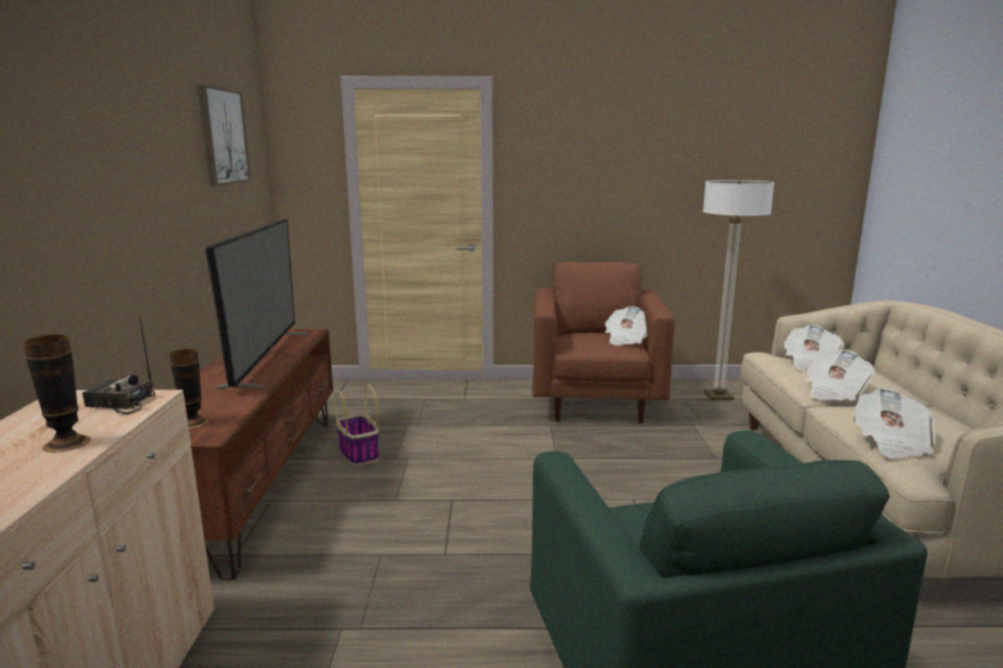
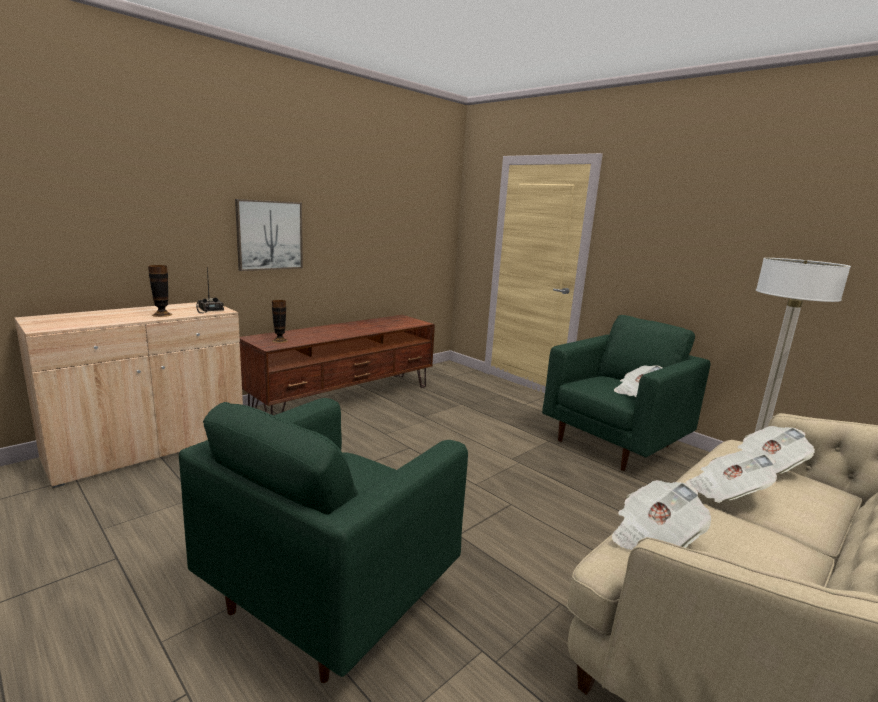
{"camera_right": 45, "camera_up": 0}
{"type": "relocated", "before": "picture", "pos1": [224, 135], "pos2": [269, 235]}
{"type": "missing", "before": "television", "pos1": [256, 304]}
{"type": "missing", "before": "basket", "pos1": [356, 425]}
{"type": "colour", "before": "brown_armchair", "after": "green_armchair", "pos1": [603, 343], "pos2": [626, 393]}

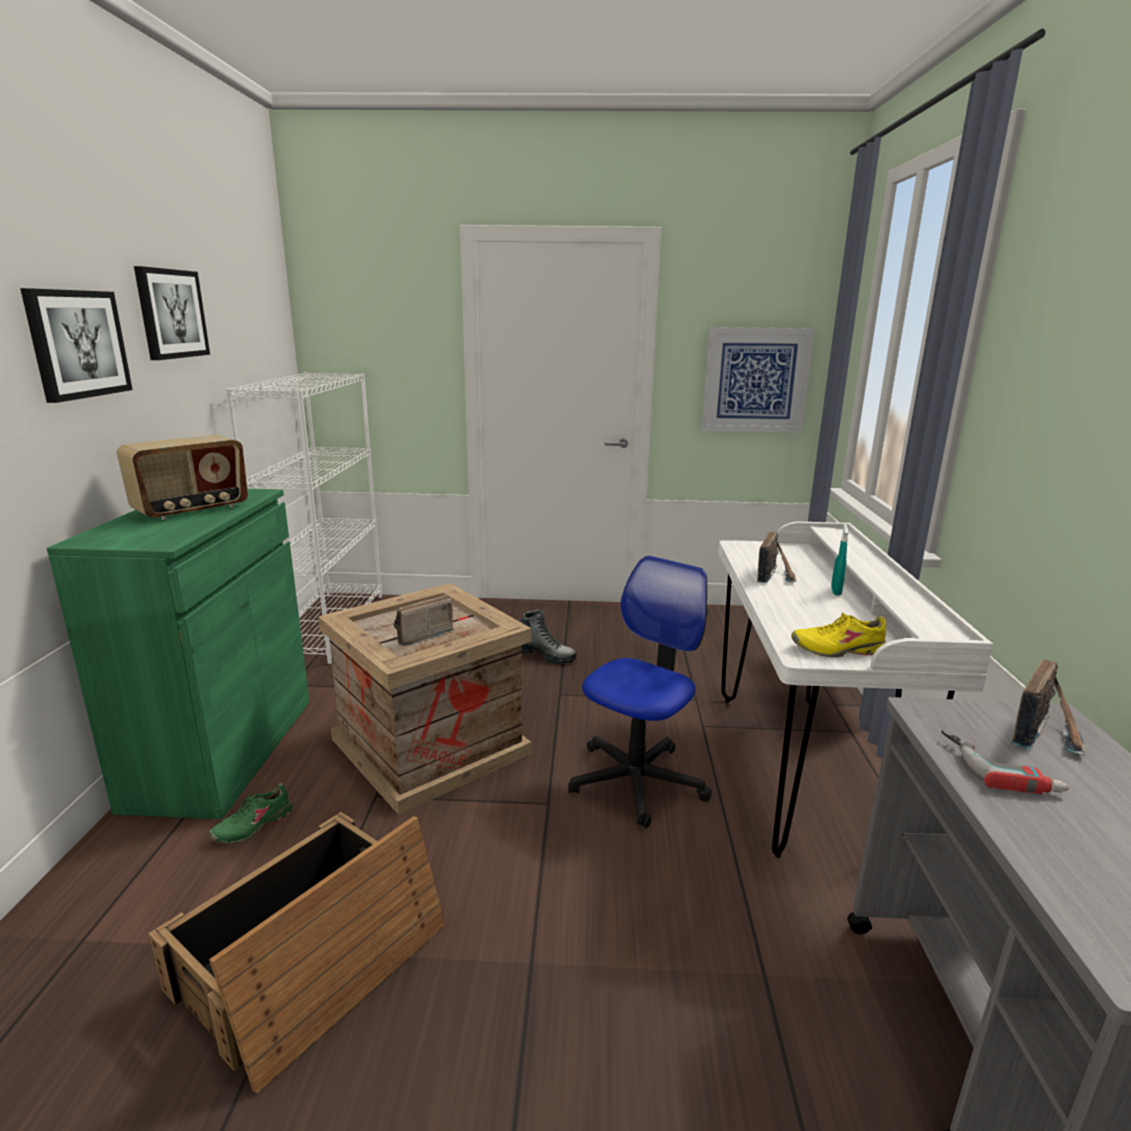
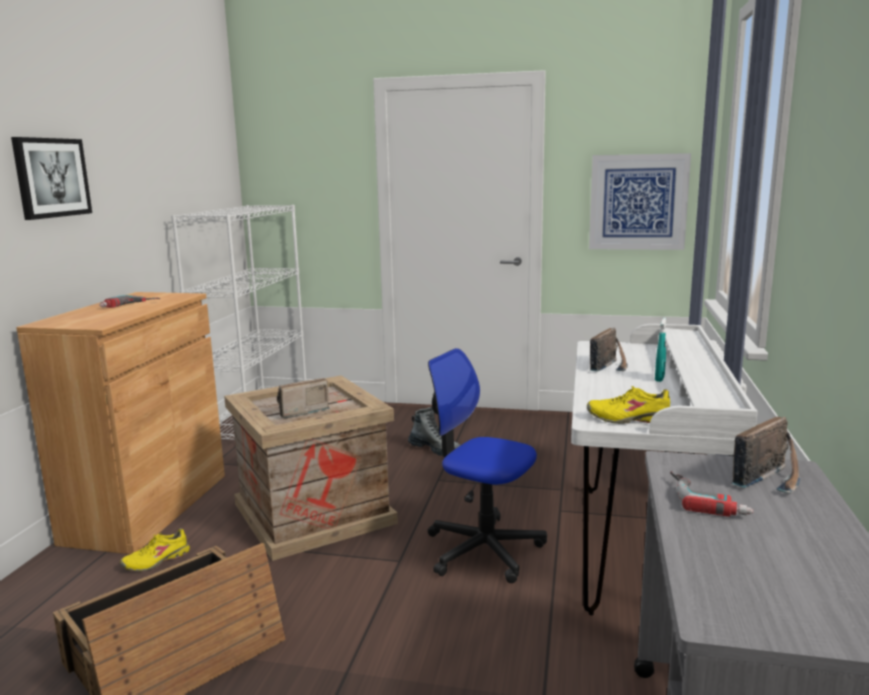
{"camera_right": 10, "camera_up": -5}
{"type": "colour", "before": "green_cabinet", "after": "brown_cabinet", "pos1": [178, 654], "pos2": [120, 423]}
{"type": "exchanged", "before": "radio", "after": "power_drill", "pos1": [182, 477], "pos2": [129, 301]}
{"type": "missing", "before": "picture", "pos1": [172, 313]}
{"type": "colour", "before": "green_shoe", "after": "yellow_shoe", "pos1": [251, 813], "pos2": [155, 549]}
{"type": "spun", "before": "office_chair", "pos1": [640, 692], "pos2": [487, 465], "turn": -105}

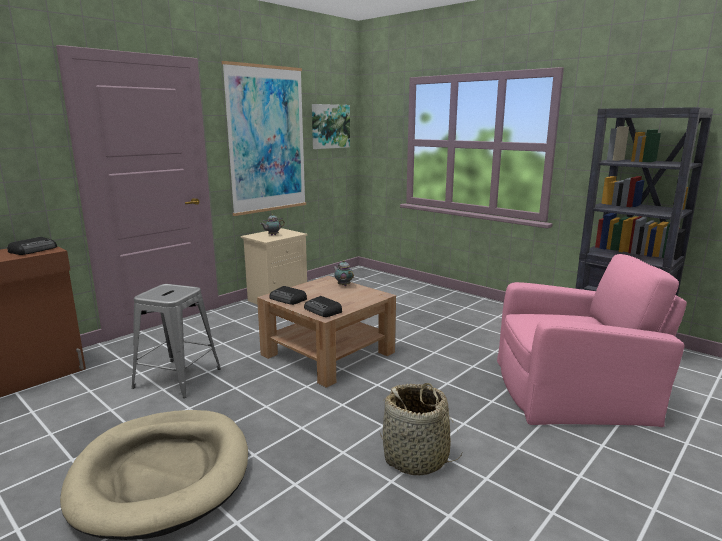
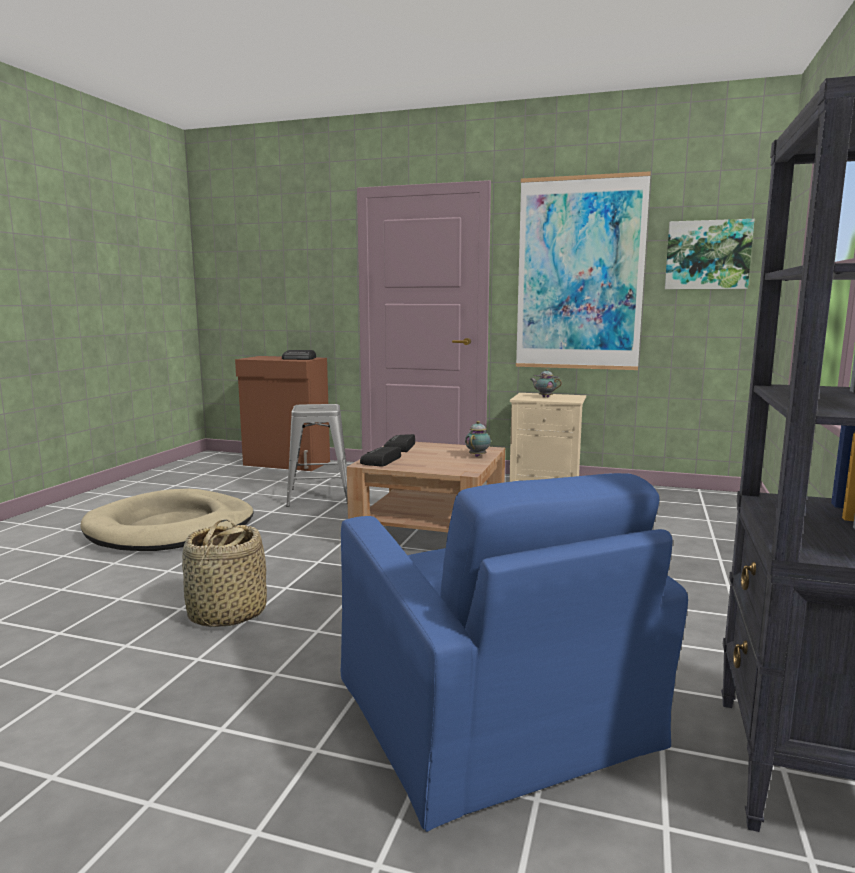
{"camera_right": 65, "camera_up": -5}
{"type": "colour", "before": "pink_armchair", "after": "blue_armchair", "pos1": [592, 340], "pos2": [514, 652]}

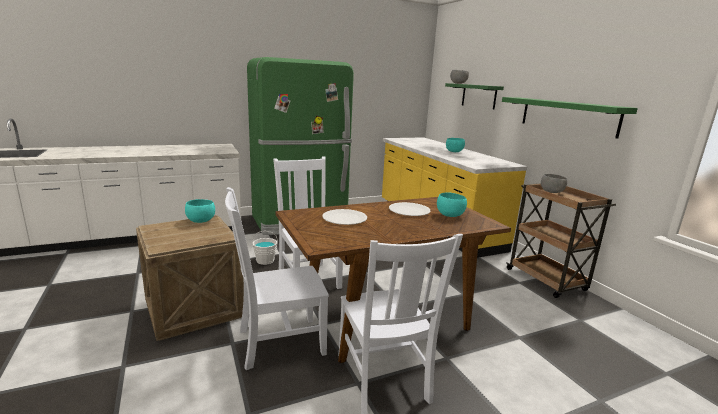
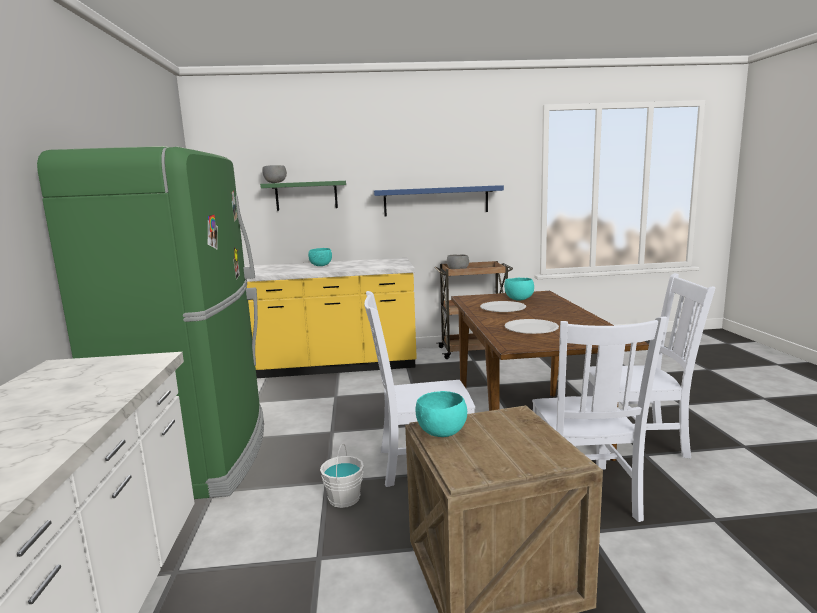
{"camera_right": -70, "camera_up": -5}
{"type": "colour", "before": "green_shelf", "after": "blue_shelf", "pos1": [570, 118], "pos2": [439, 200]}

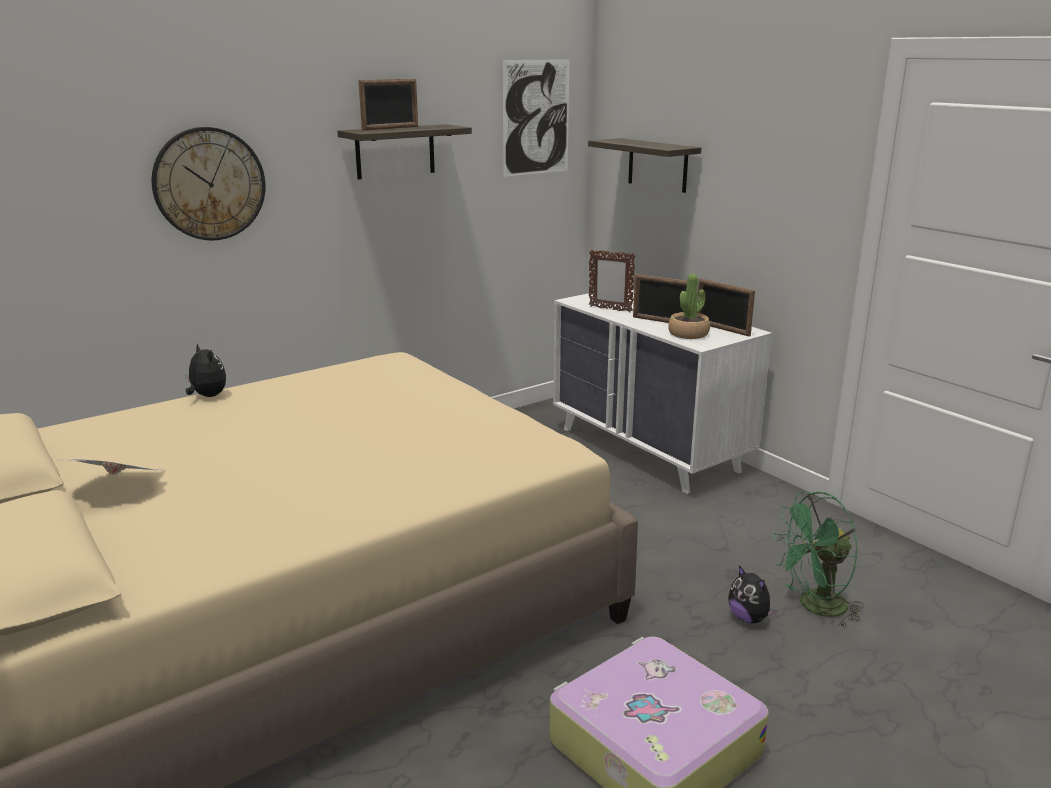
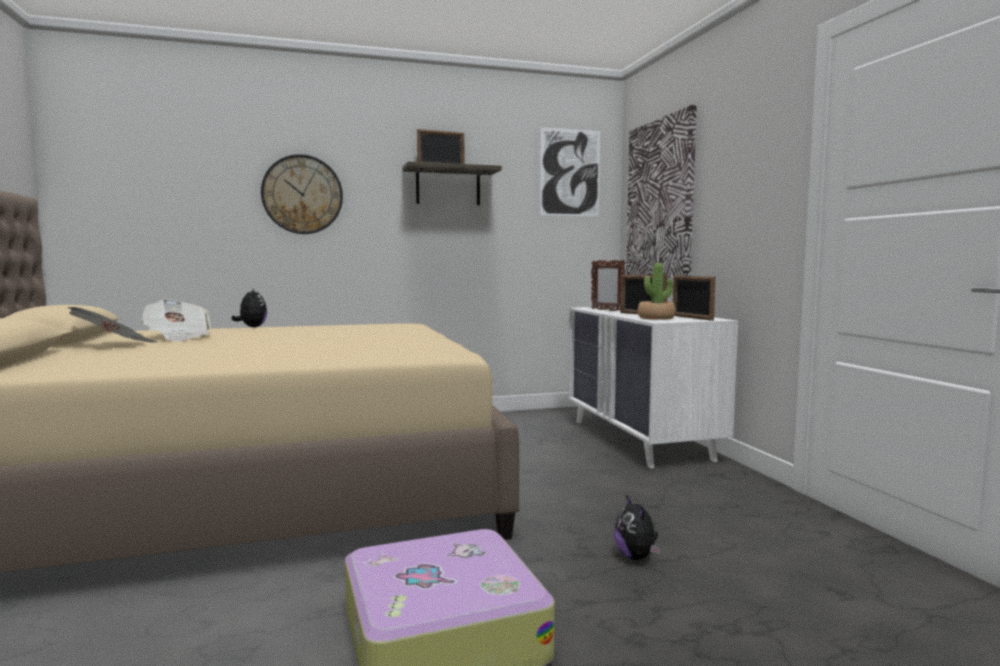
{"camera_right": 20, "camera_up": -15}
{"type": "exchanged", "before": "shelf", "after": "picture", "pos1": [644, 165], "pos2": [661, 191]}
{"type": "missing", "before": "green_fan", "pos1": [818, 560]}
{"type": "appeared", "after": "newspaper", "pos2": [176, 320]}

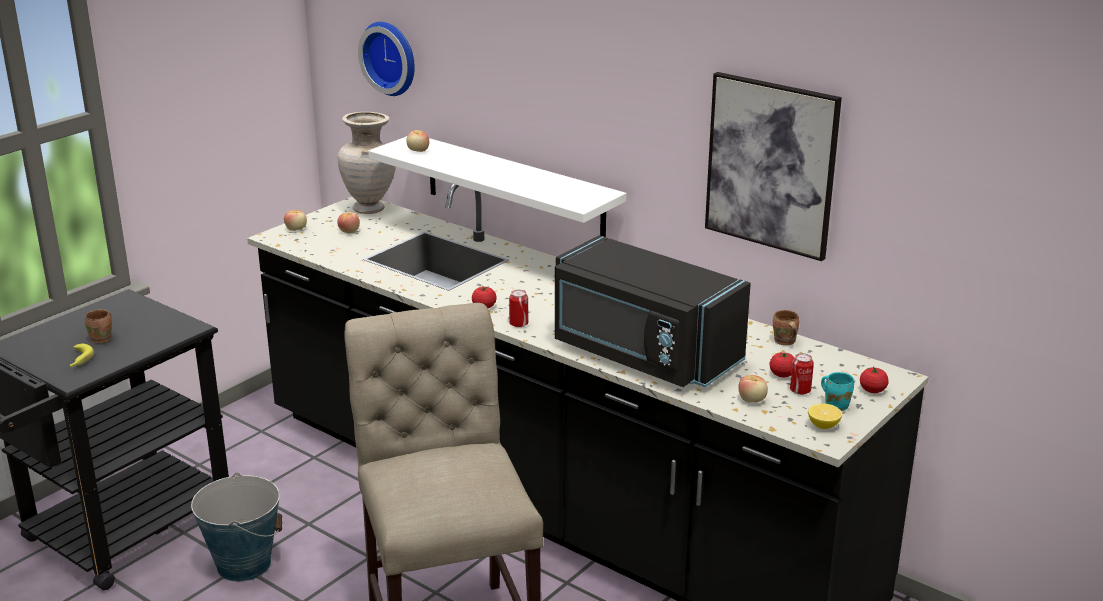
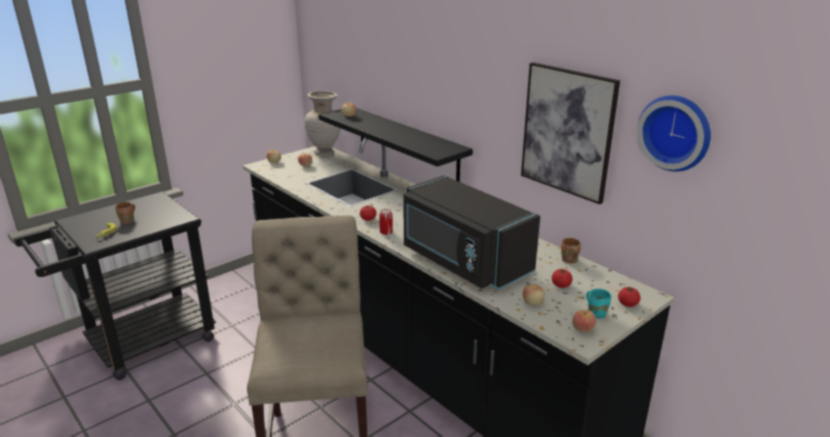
{"camera_right": 10, "camera_up": 0}
{"type": "missing", "before": "bucket", "pos1": [236, 527]}
{"type": "relocated", "before": "wall_clock", "pos1": [386, 59], "pos2": [674, 133]}
{"type": "colour", "before": "white_shelf", "after": "black_shelf", "pos1": [497, 186], "pos2": [396, 145]}
{"type": "missing", "before": "can", "pos1": [802, 374]}
{"type": "exchanged", "before": "lemon", "after": "apple", "pos1": [825, 416], "pos2": [584, 321]}

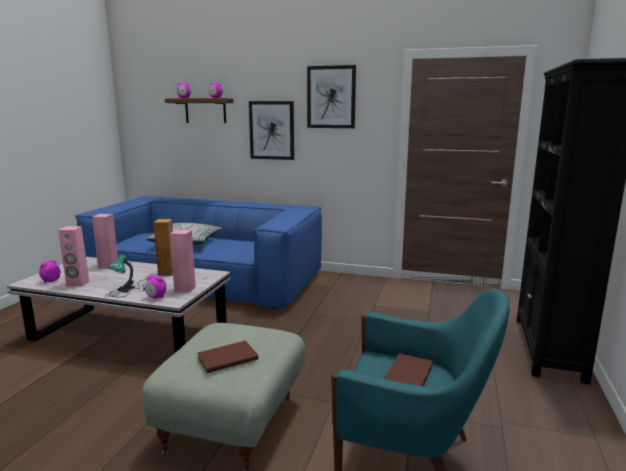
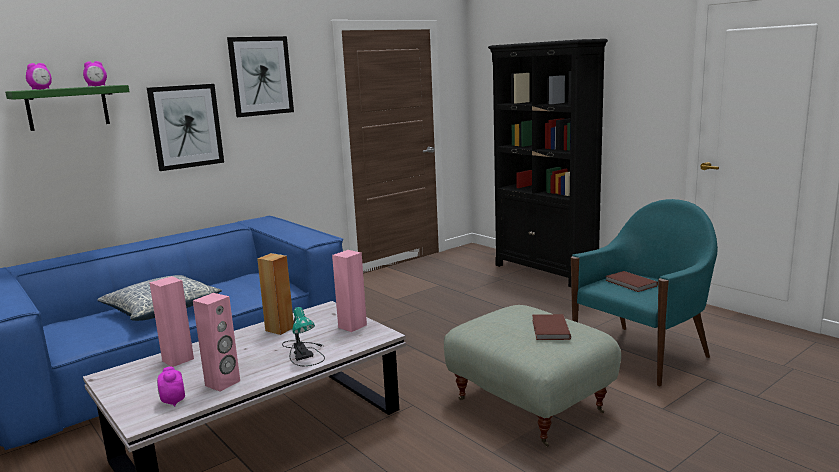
{"camera_right": -55, "camera_up": 0}
{"type": "missing", "before": "alarm_clock", "pos1": [156, 287]}
{"type": "colour", "before": "brown_shelf", "after": "green_shelf", "pos1": [199, 110], "pos2": [67, 108]}

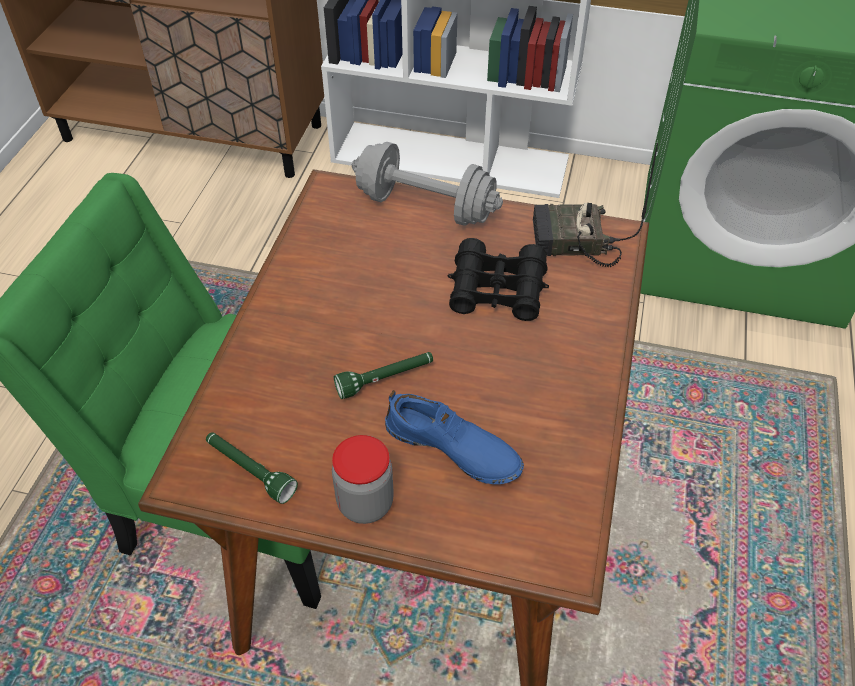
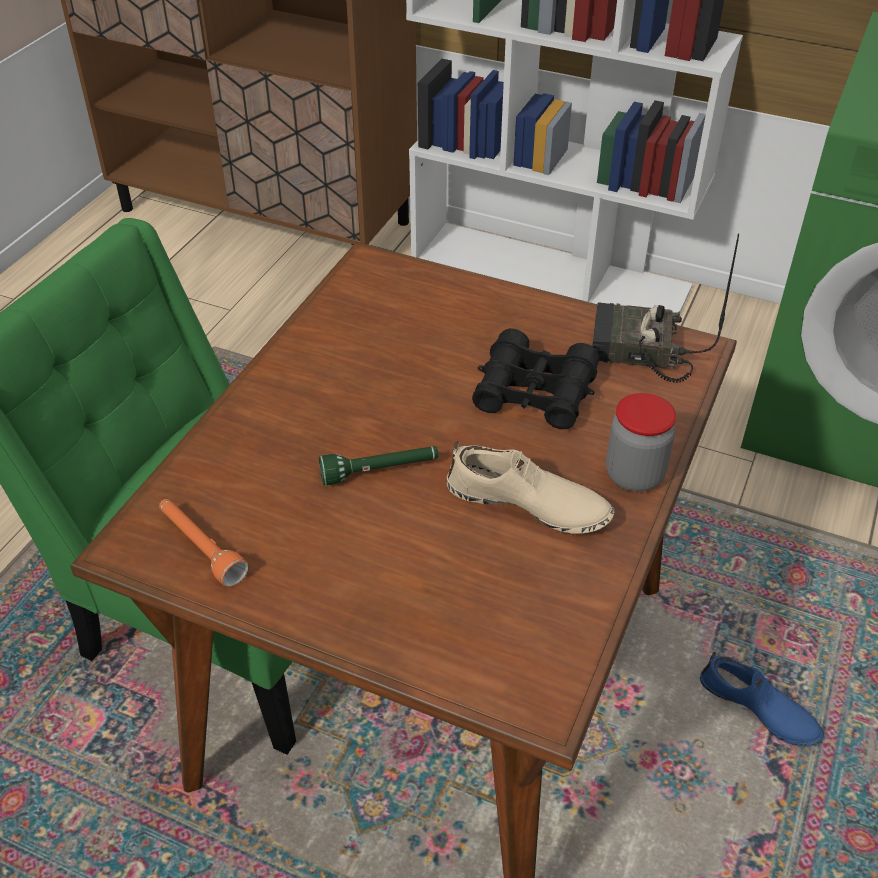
{"camera_right": 10, "camera_up": -5}
{"type": "colour", "before": "green_flashlight", "after": "orange_flashlight", "pos1": [252, 468], "pos2": [204, 543]}
{"type": "relocated", "before": "jar", "pos1": [363, 479], "pos2": [641, 442]}
{"type": "missing", "before": "grey_dumbbell", "pos1": [427, 184]}
{"type": "relocated", "before": "blue_shoe", "pos1": [454, 437], "pos2": [762, 699]}
{"type": "appeared", "after": "beige_shoe", "pos2": [530, 487]}

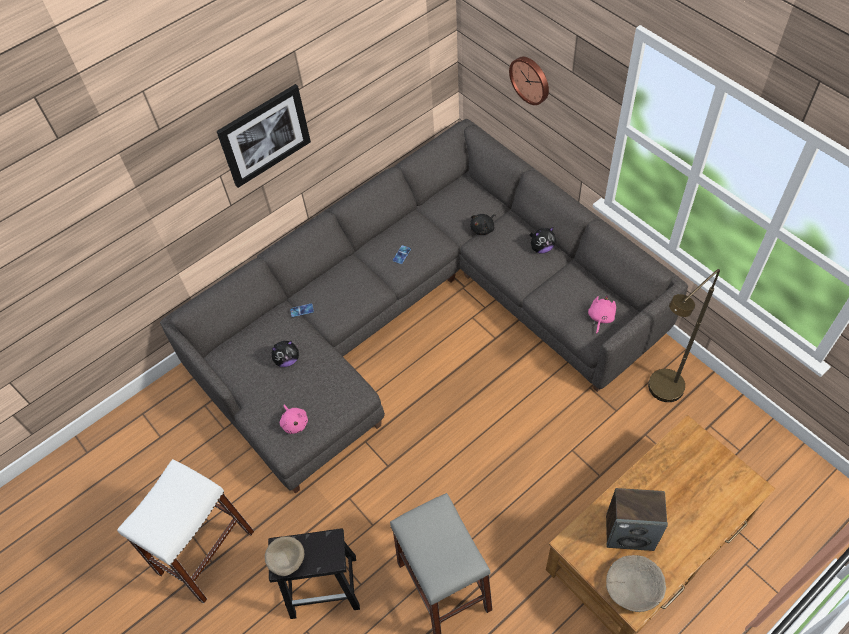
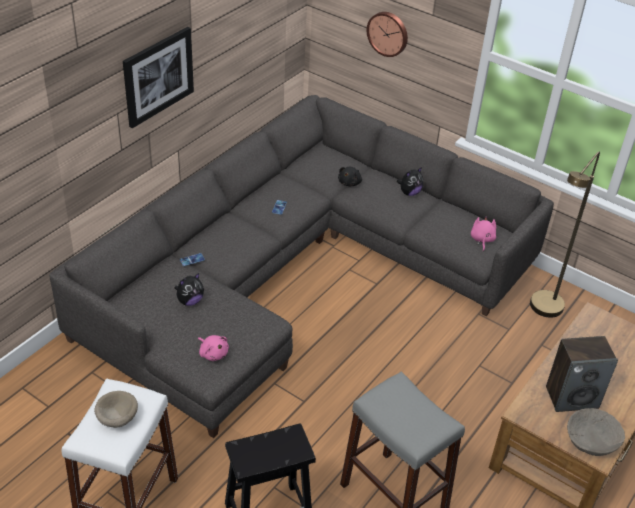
{"camera_right": -20, "camera_up": -15}
{"type": "relocated", "before": "beige_bowl", "pos1": [284, 556], "pos2": [116, 409]}

